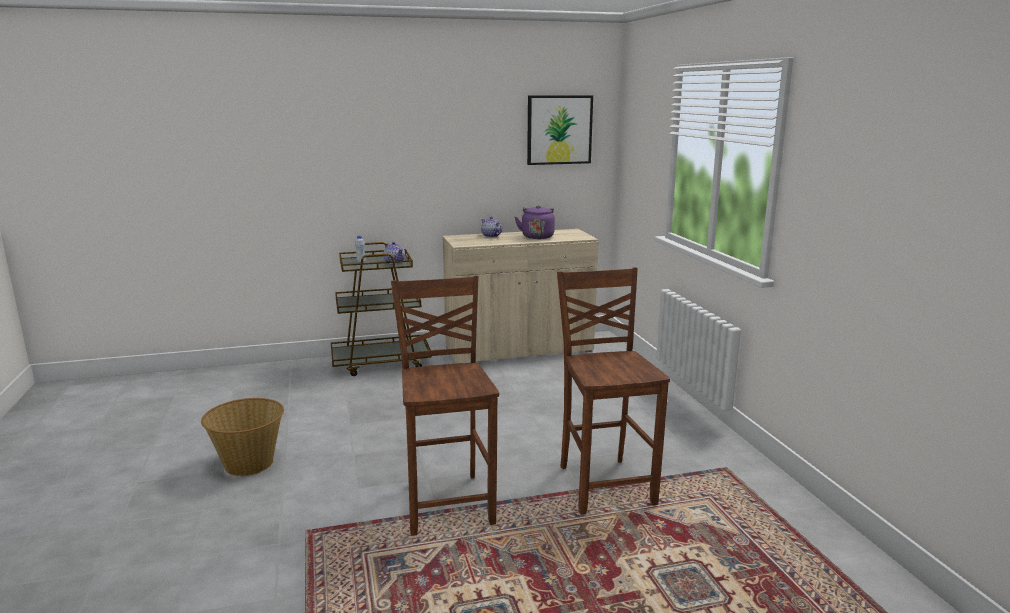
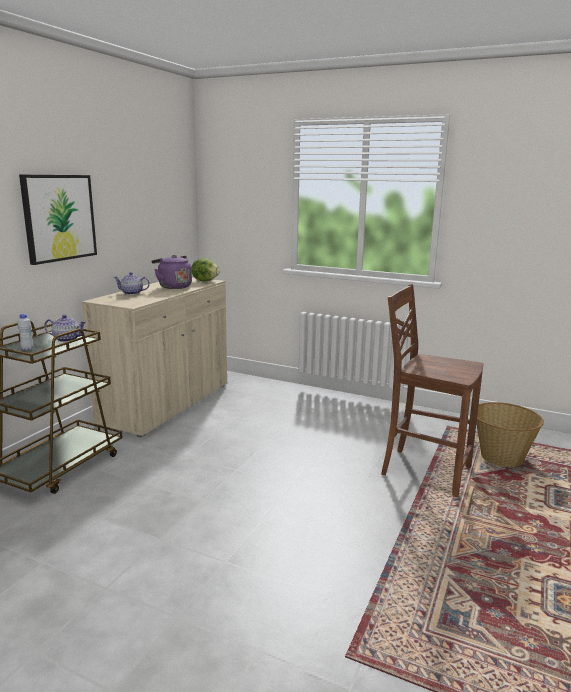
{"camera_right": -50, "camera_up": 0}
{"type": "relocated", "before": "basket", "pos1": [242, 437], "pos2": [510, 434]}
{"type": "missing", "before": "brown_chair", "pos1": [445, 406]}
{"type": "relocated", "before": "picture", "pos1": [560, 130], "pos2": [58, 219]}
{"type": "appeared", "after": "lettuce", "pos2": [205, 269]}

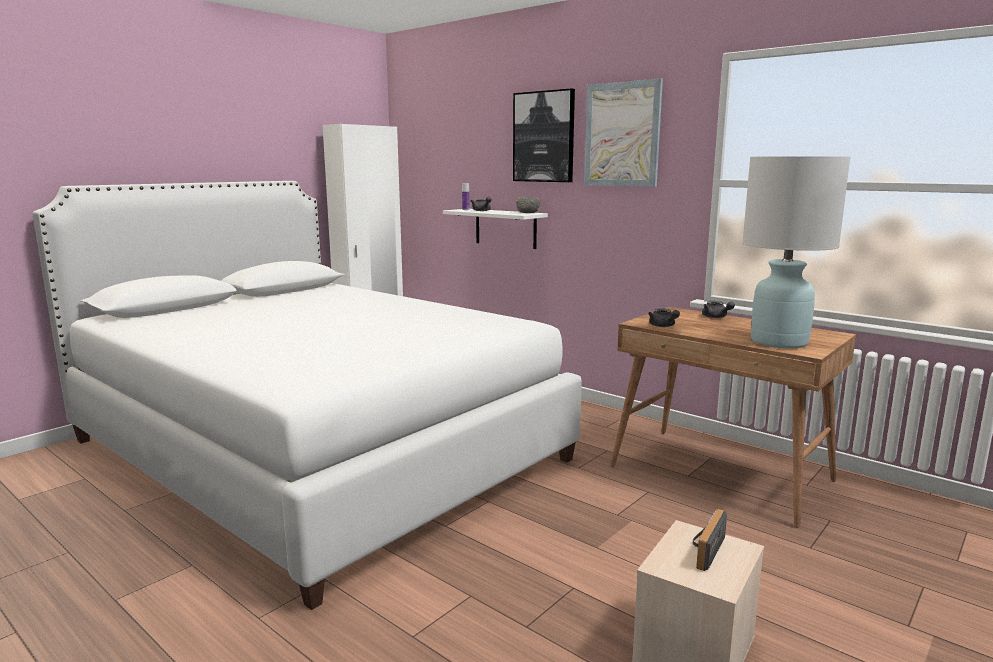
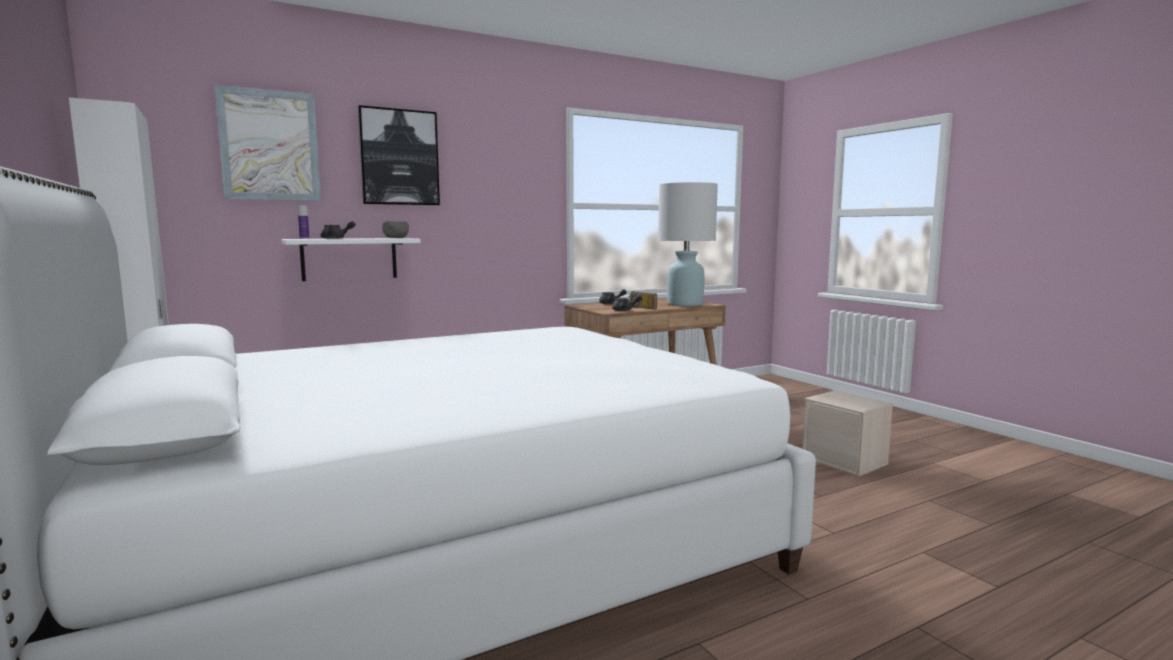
{"camera_right": -70, "camera_up": -5}
{"type": "relocated", "before": "picture", "pos1": [623, 133], "pos2": [267, 142]}
{"type": "relocated", "before": "radio", "pos1": [710, 540], "pos2": [642, 300]}

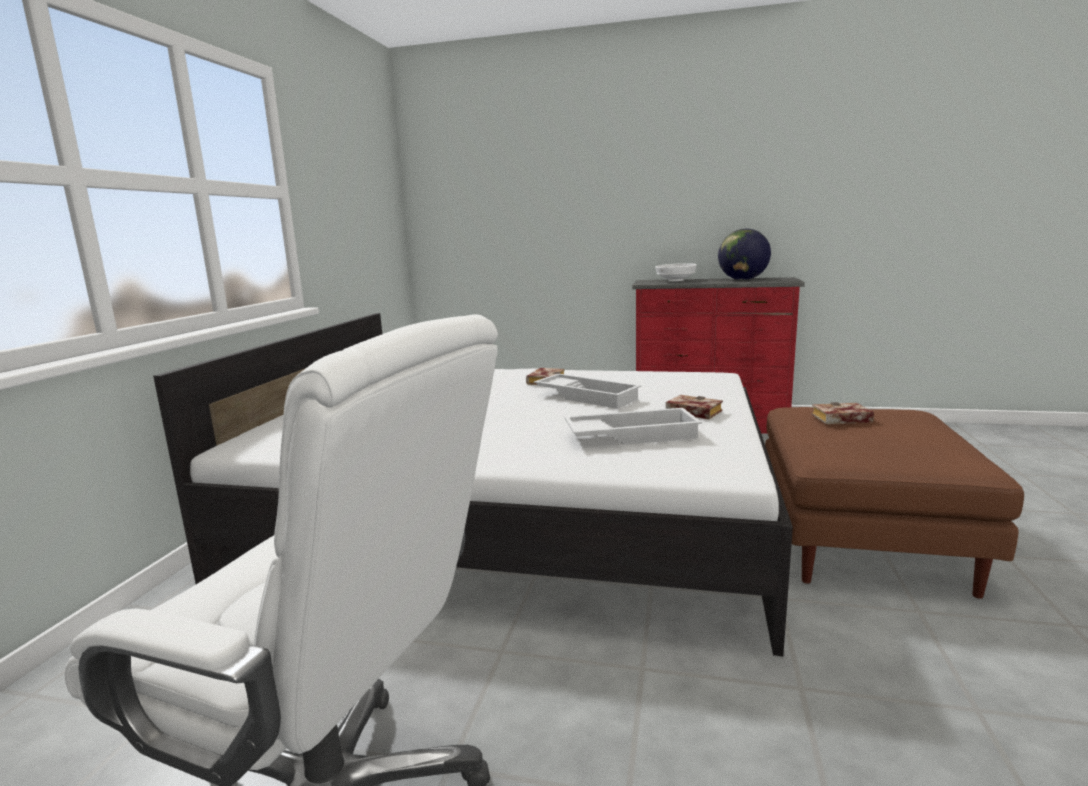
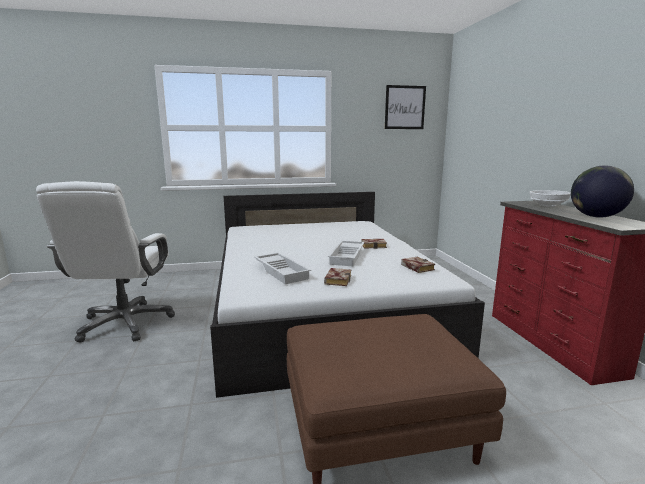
{"camera_right": 65, "camera_up": 0}
{"type": "relocated", "before": "book", "pos1": [842, 413], "pos2": [418, 265]}
{"type": "appeared", "after": "picture", "pos2": [405, 107]}

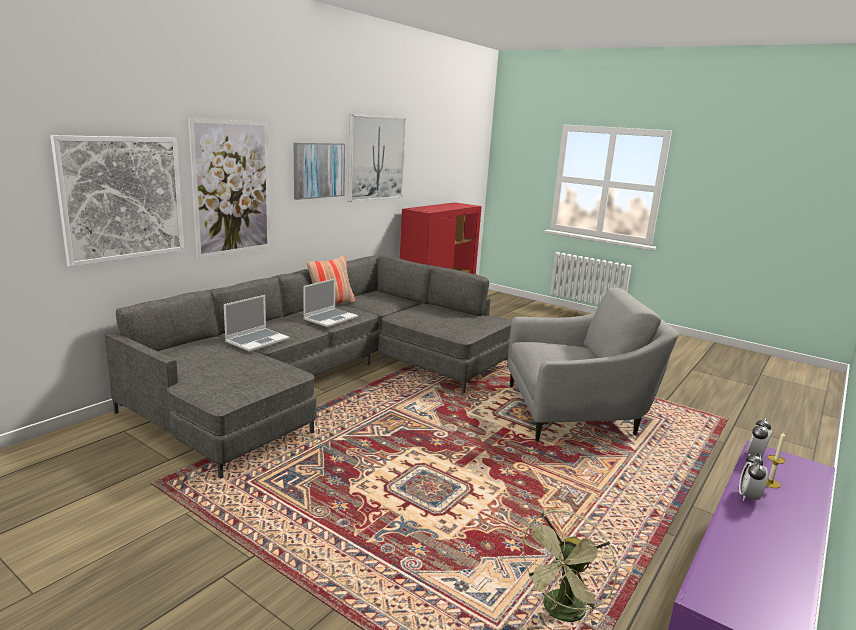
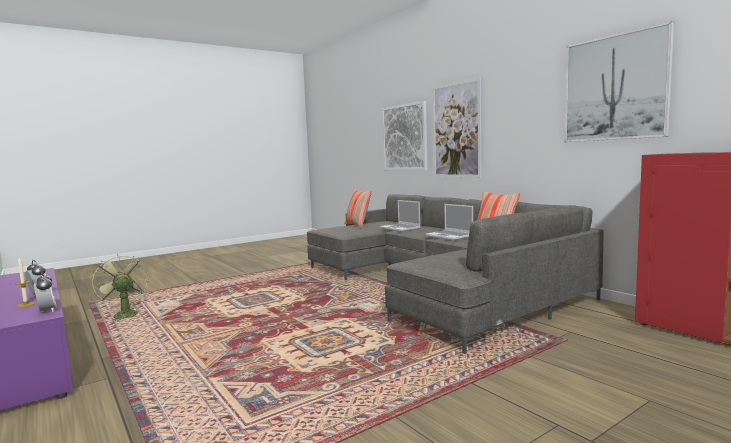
{"camera_right": 110, "camera_up": -10}
{"type": "missing", "before": "picture", "pos1": [319, 171]}
{"type": "missing", "before": "grey_armchair", "pos1": [593, 364]}
{"type": "appeared", "after": "pillow", "pos2": [358, 208]}

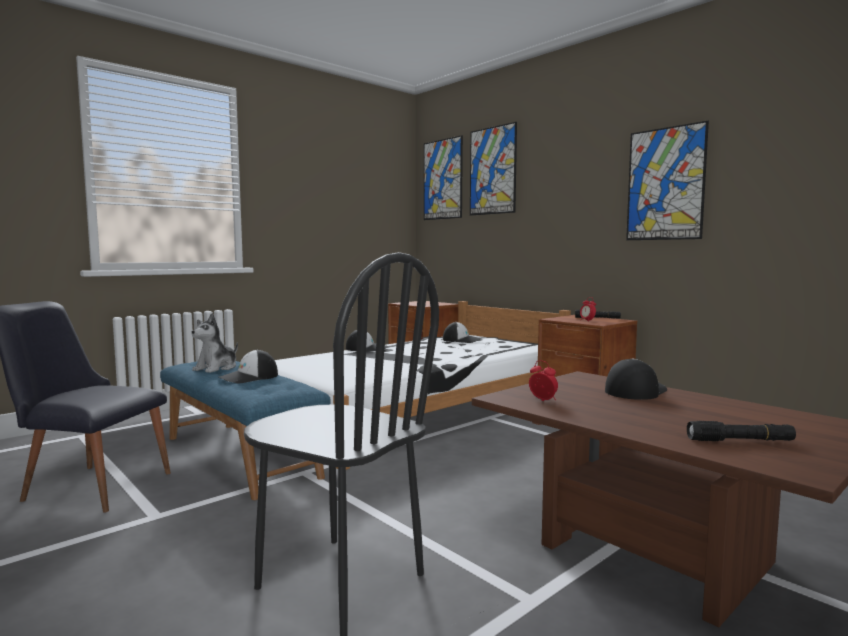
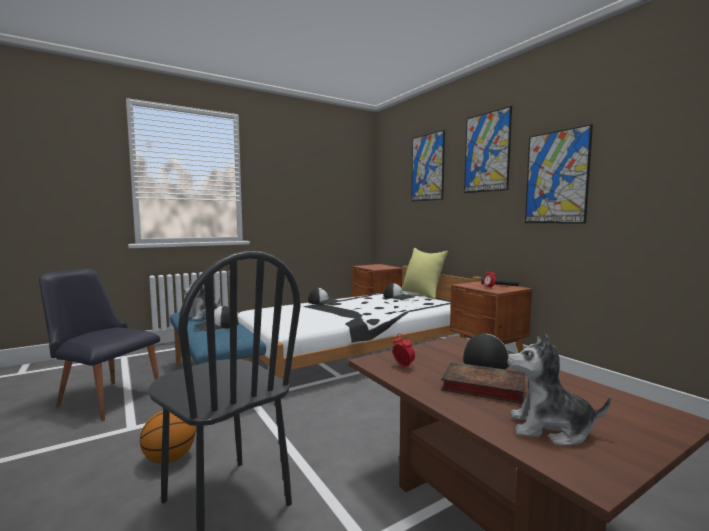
{"camera_right": 10, "camera_up": 0}
{"type": "relocated", "before": "picture", "pos1": [443, 177], "pos2": [488, 149]}
{"type": "exchanged", "before": "black_flashlight", "after": "plush_toy", "pos1": [741, 431], "pos2": [559, 390]}
{"type": "appeared", "after": "basketball", "pos2": [167, 437]}
{"type": "appeared", "after": "yellow_pillow", "pos2": [425, 273]}
{"type": "appeared", "after": "book", "pos2": [483, 383]}

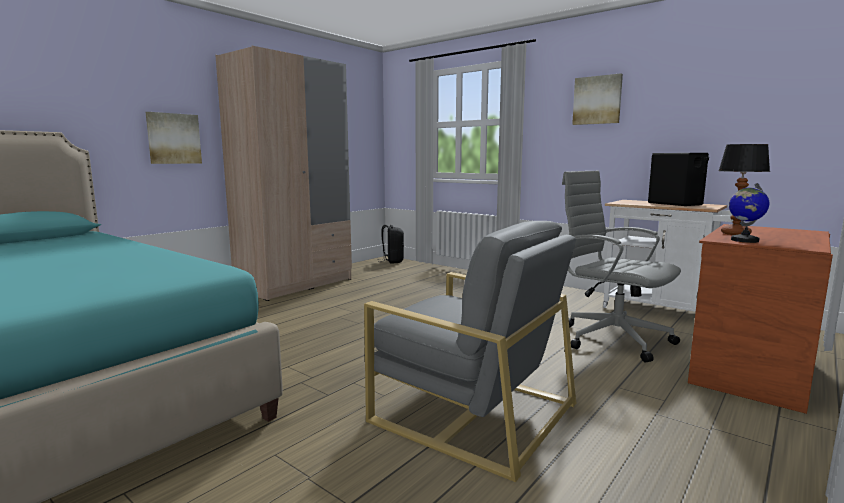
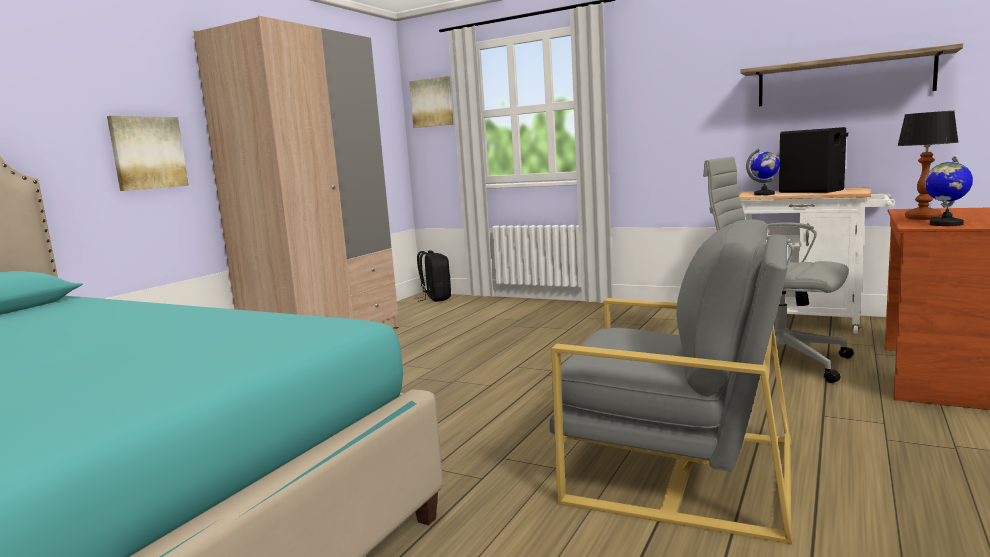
{"camera_right": -10, "camera_up": 0}
{"type": "relocated", "before": "picture", "pos1": [597, 99], "pos2": [431, 102]}
{"type": "appeared", "after": "shelf", "pos2": [852, 74]}
{"type": "appeared", "after": "globe", "pos2": [763, 172]}

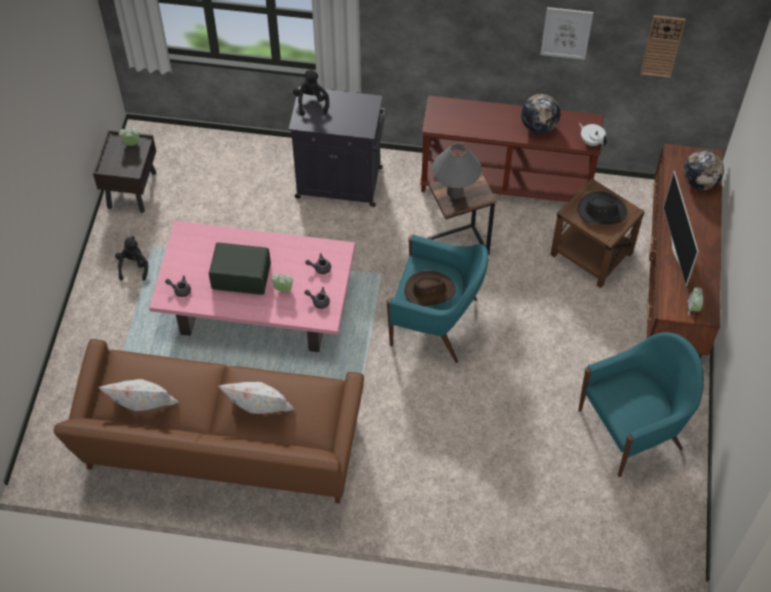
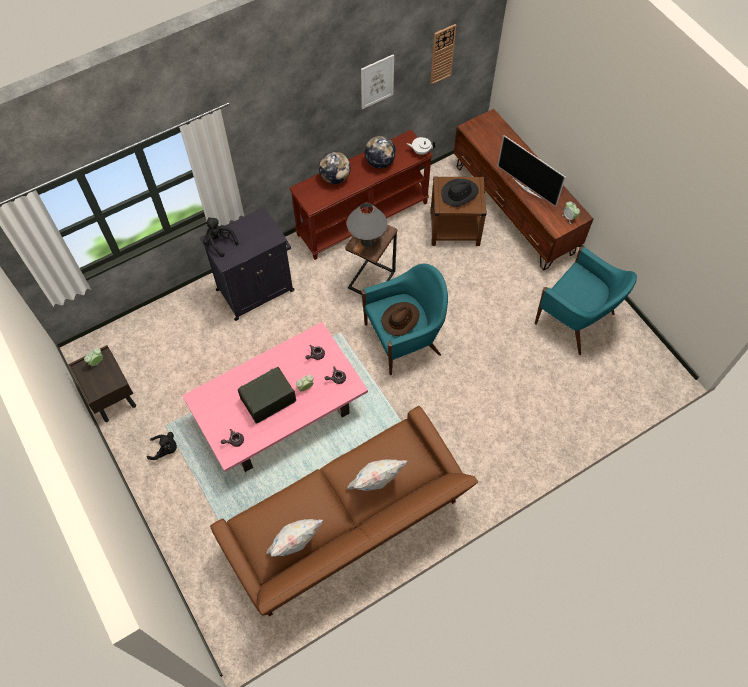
{"camera_right": -40, "camera_up": 5}
{"type": "spun", "before": "black_plush_toy", "pos1": [131, 258], "pos2": [162, 446], "turn": 135}
{"type": "spun", "before": "turquoise_armchair", "pos1": [641, 404], "pos2": [586, 300], "turn": 105}
{"type": "relocated", "before": "globe", "pos1": [703, 170], "pos2": [335, 167]}

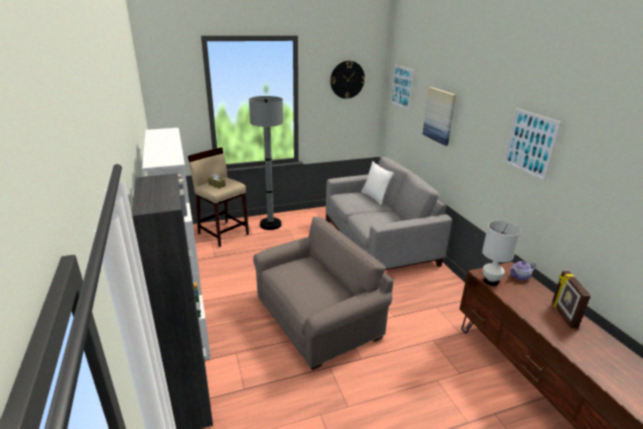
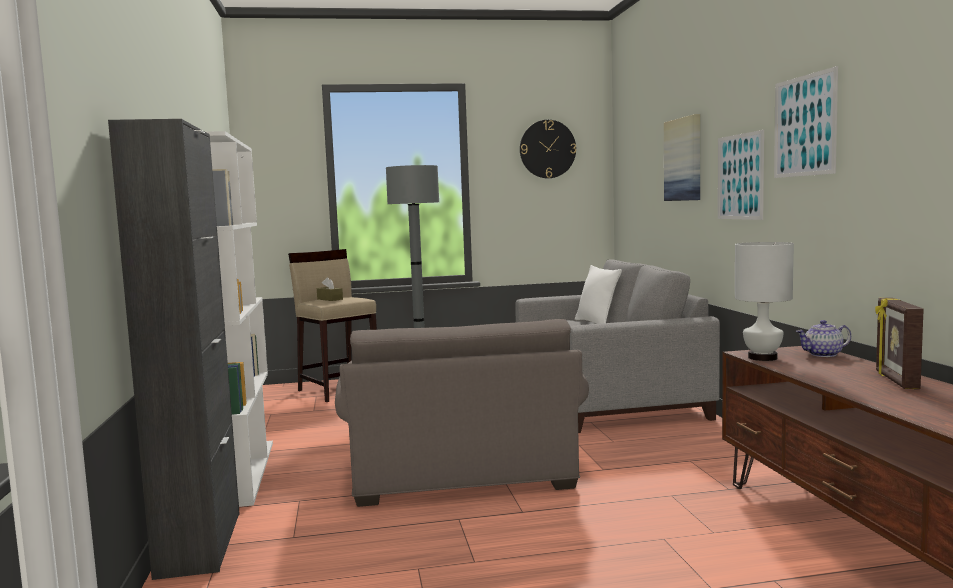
{"camera_right": 10, "camera_up": -20}
{"type": "spun", "before": "grey_armchair", "pos1": [323, 293], "pos2": [462, 413], "turn": 105}
{"type": "relocated", "before": "picture", "pos1": [402, 88], "pos2": [741, 175]}

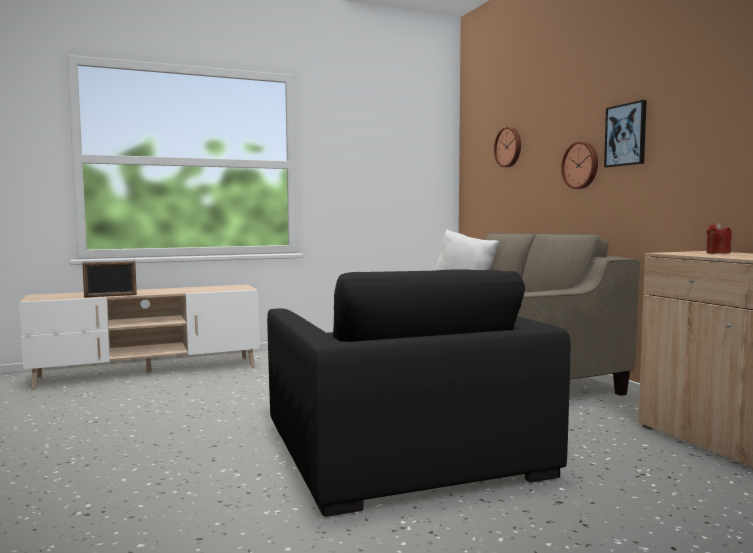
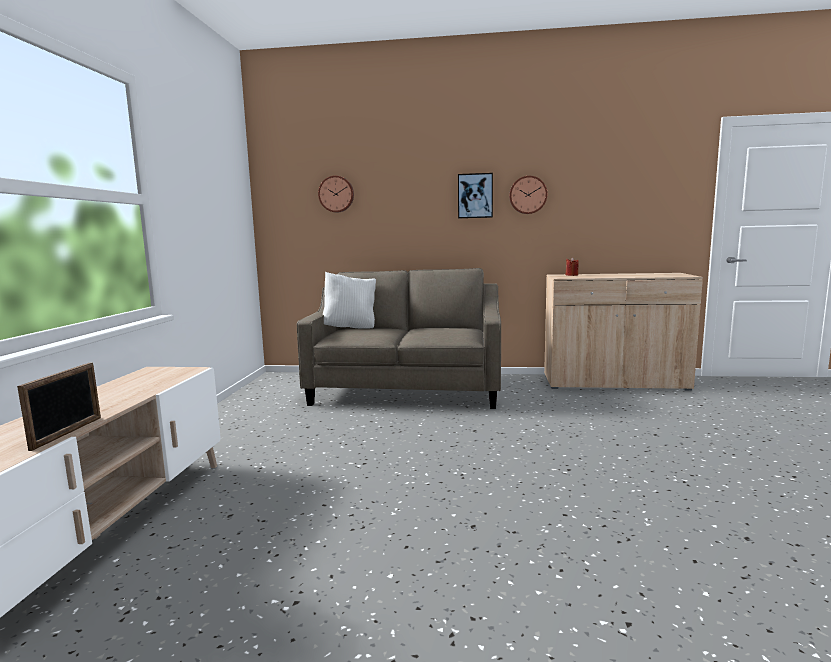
{"camera_right": -60, "camera_up": 5}
{"type": "missing", "before": "black_armchair", "pos1": [419, 393]}
{"type": "relocated", "before": "wall_clock", "pos1": [579, 165], "pos2": [528, 195]}

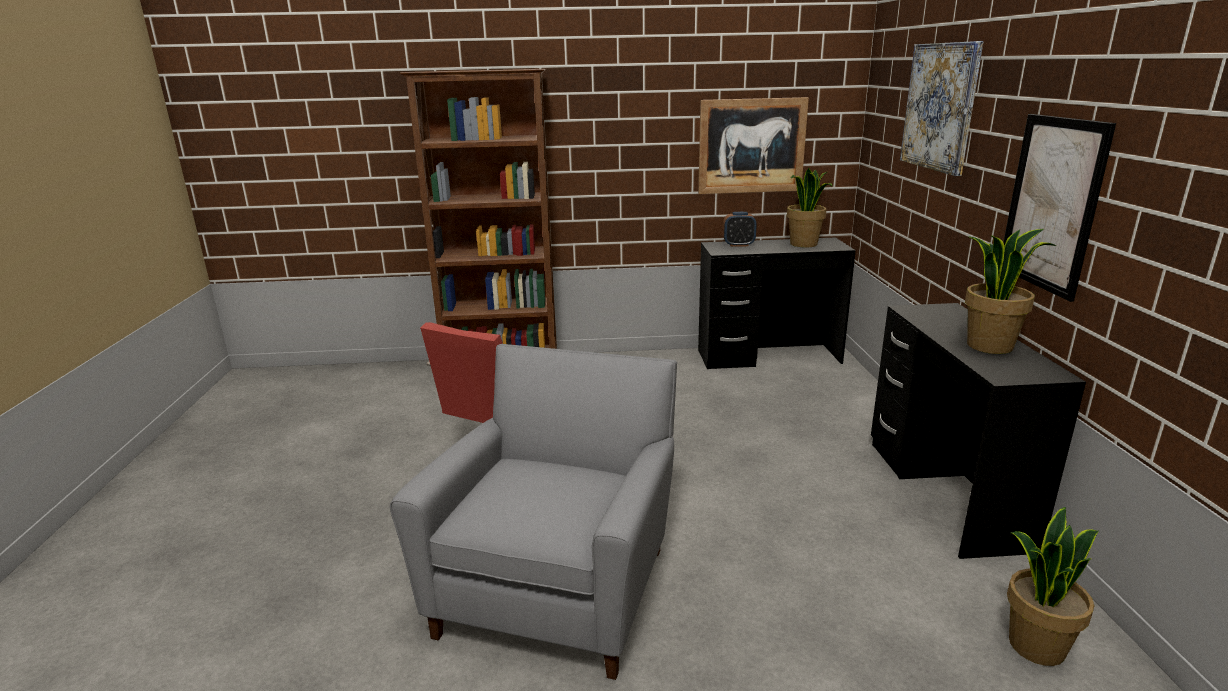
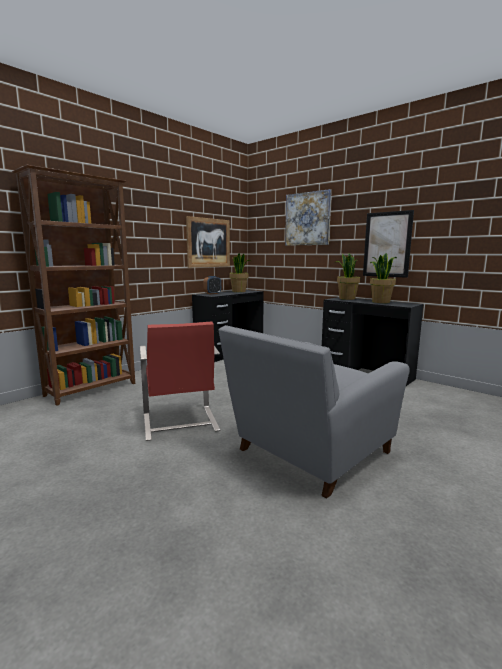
{"camera_right": -45, "camera_up": -10}
{"type": "spun", "before": "grey_armchair", "pos1": [533, 512], "pos2": [314, 412], "turn": -105}
{"type": "relocated", "before": "potted_plant", "pos1": [1053, 586], "pos2": [347, 276]}

